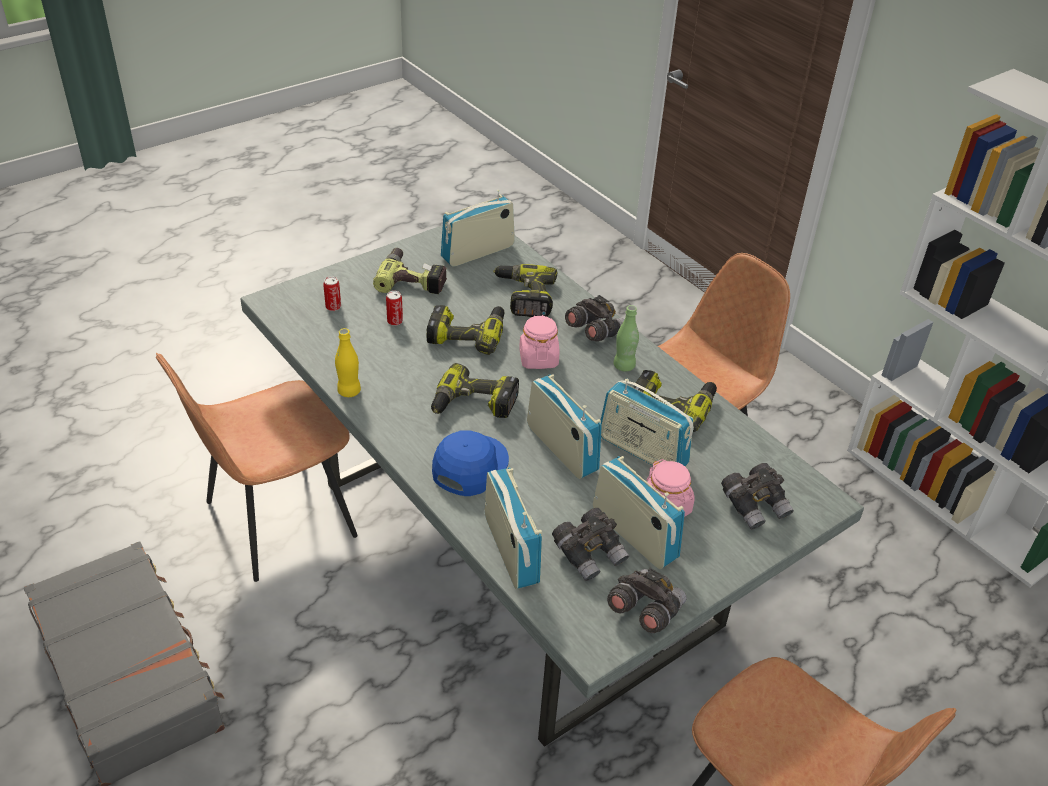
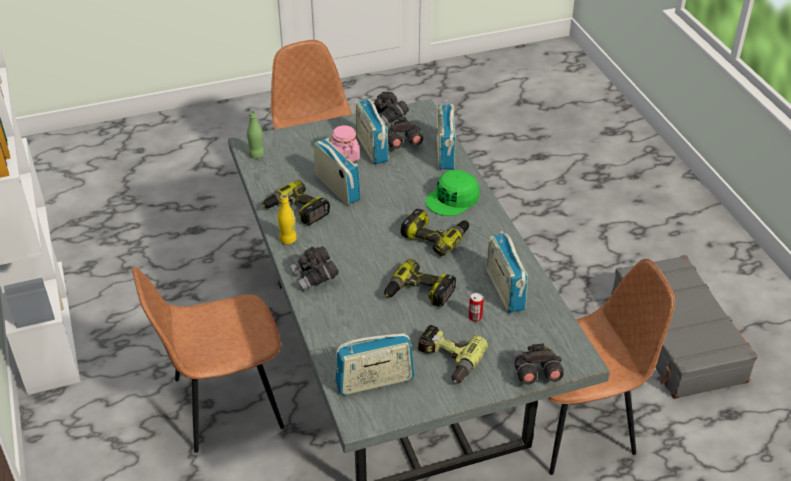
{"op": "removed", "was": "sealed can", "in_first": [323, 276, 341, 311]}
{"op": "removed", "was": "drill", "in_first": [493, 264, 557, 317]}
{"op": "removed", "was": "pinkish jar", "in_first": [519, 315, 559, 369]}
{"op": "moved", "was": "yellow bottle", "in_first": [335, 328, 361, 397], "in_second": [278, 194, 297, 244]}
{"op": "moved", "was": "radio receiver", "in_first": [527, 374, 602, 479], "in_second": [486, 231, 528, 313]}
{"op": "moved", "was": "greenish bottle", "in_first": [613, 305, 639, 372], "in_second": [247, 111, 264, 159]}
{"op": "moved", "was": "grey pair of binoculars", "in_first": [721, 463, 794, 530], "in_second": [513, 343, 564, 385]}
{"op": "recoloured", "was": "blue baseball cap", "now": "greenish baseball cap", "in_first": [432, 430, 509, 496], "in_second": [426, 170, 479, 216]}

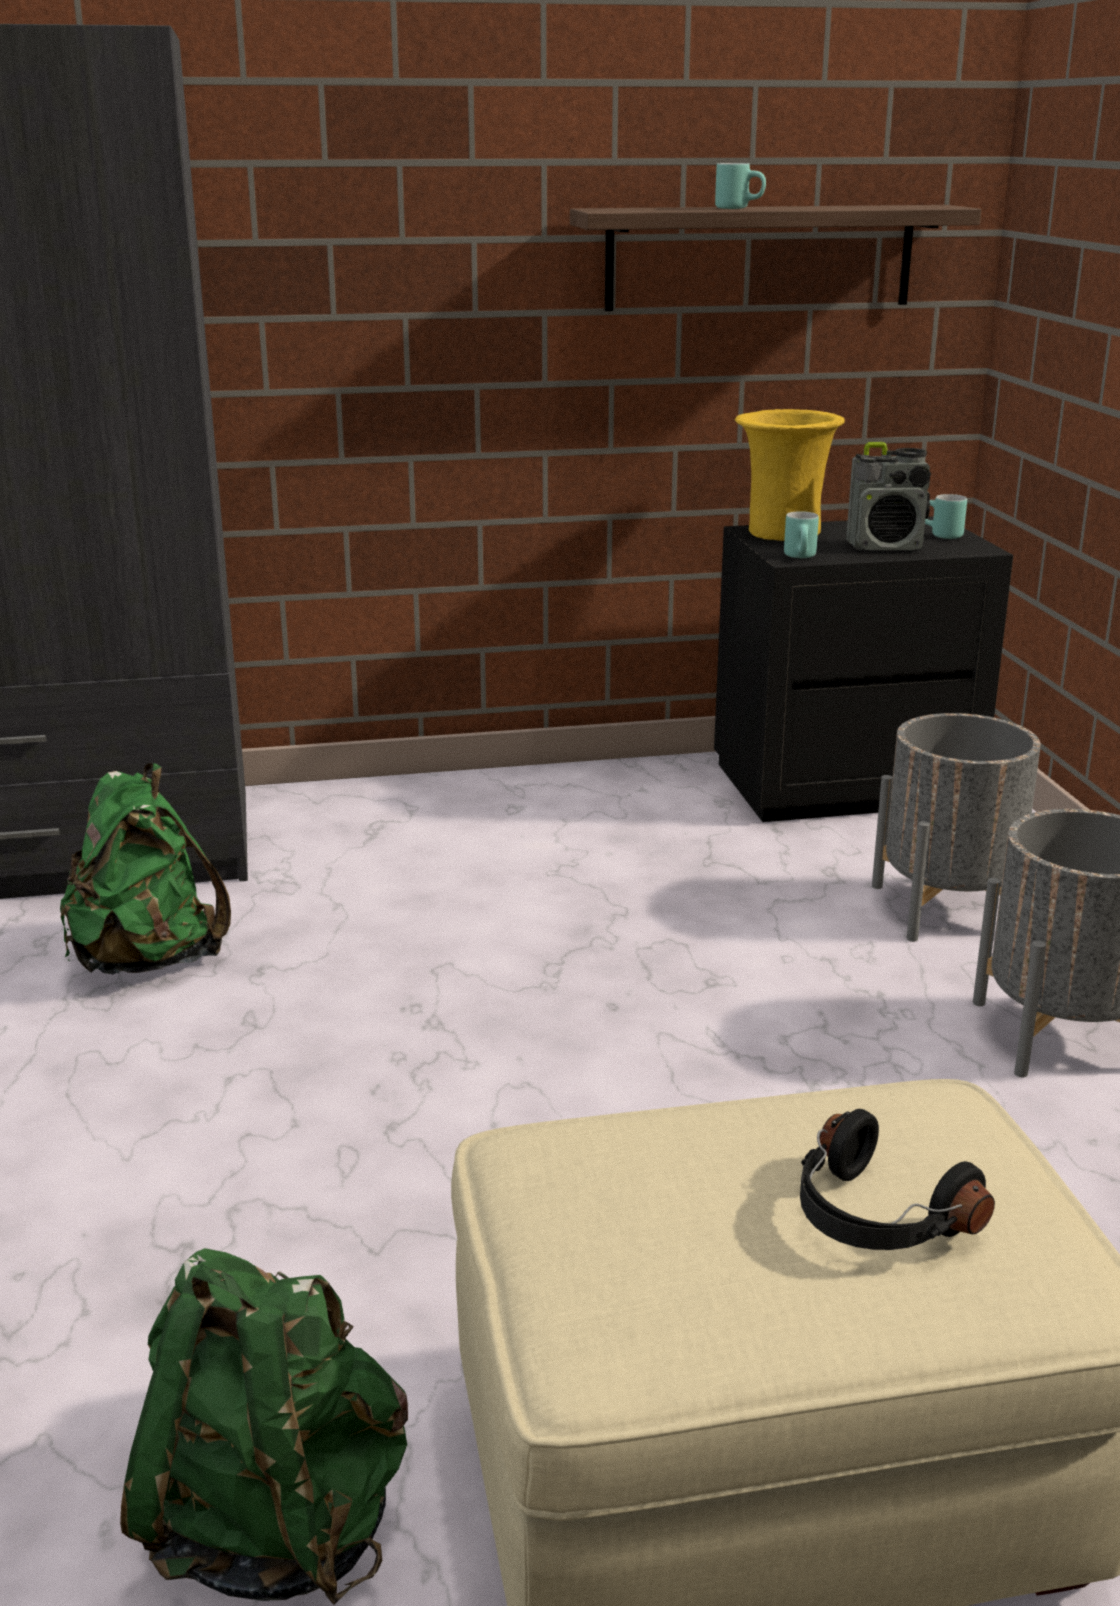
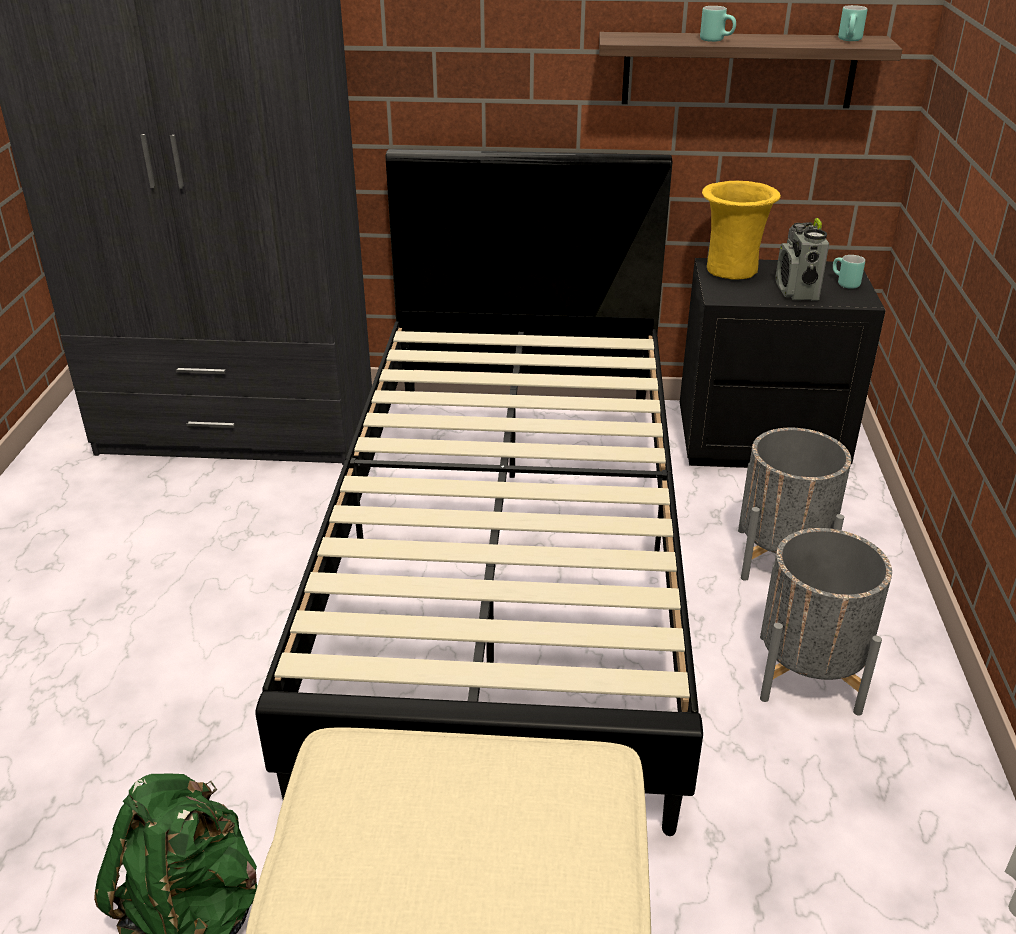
{"op": "removed", "was": "greenish rucksack", "in_first": [60, 763, 231, 975]}
{"op": "removed", "was": "black headphones", "in_first": [800, 1109, 995, 1250]}
{"op": "added", "now": "black sleeping bed", "in_second": [255, 149, 703, 836]}
{"op": "moved", "was": "turquoise tea mug", "in_first": [784, 511, 819, 558], "in_second": [838, 5, 867, 41]}
{"op": "turned", "was": "radio receiver", "in_first": [846, 442, 931, 550], "in_second": [776, 218, 829, 301], "clockwise": 75}

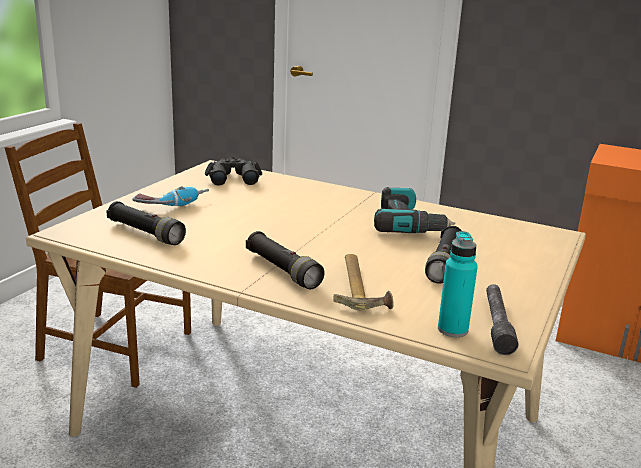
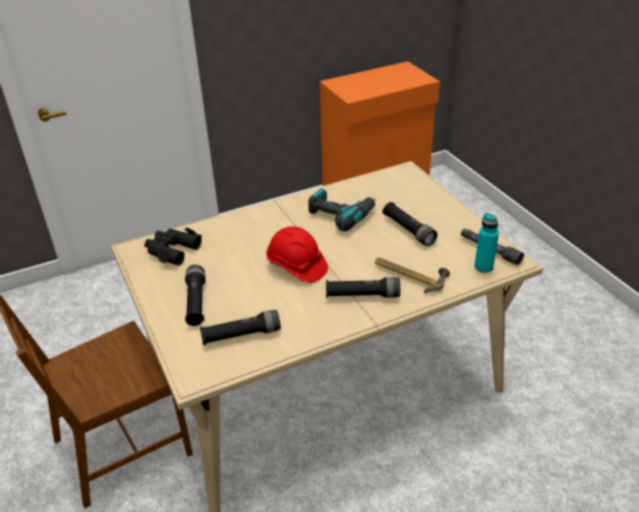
{"op": "added", "now": "reddish work helmet", "in_second": [266, 226, 328, 283]}
{"op": "replaced", "was": "drill", "now": "black torch", "in_first": [133, 186, 209, 207], "in_second": [185, 265, 206, 326]}

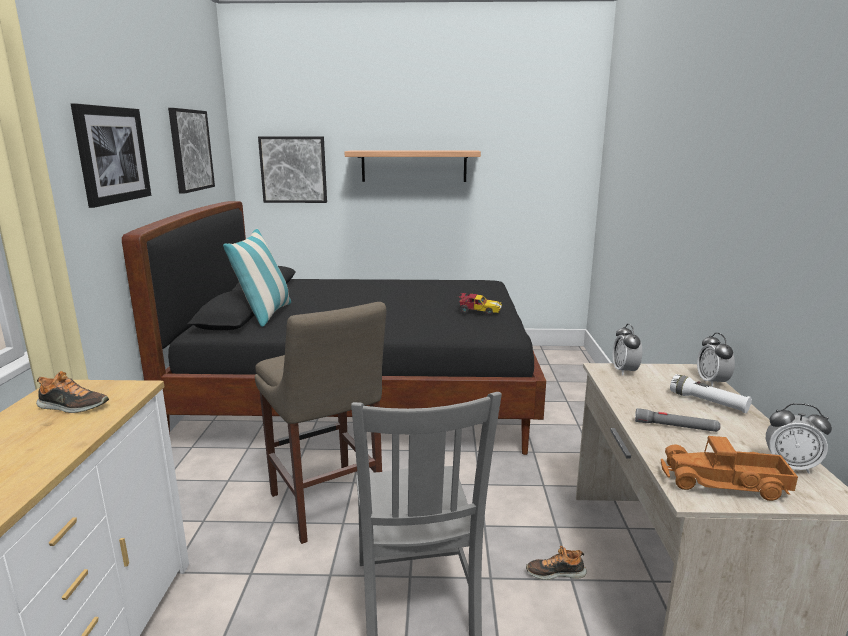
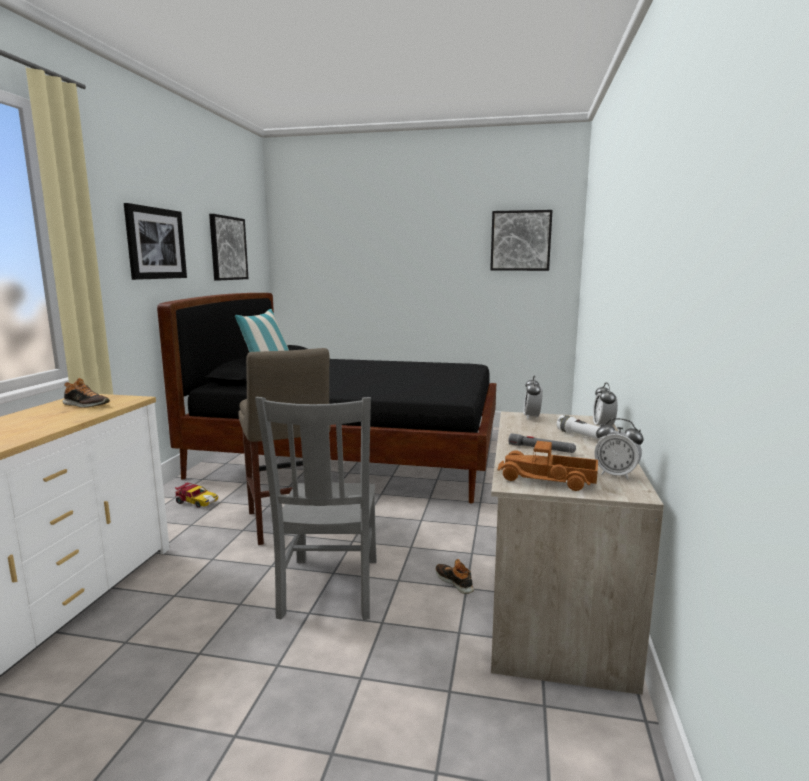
{"op": "removed", "was": "shelf", "in_first": [344, 150, 481, 182]}
{"op": "moved", "was": "wall picture", "in_first": [258, 136, 327, 203], "in_second": [490, 210, 553, 271]}
{"op": "moved", "was": "miniature car", "in_first": [457, 293, 502, 315], "in_second": [175, 483, 218, 508]}
{"op": "turned", "was": "item of footwear", "in_first": [526, 546, 587, 580], "in_second": [435, 559, 474, 594], "clockwise": 45}

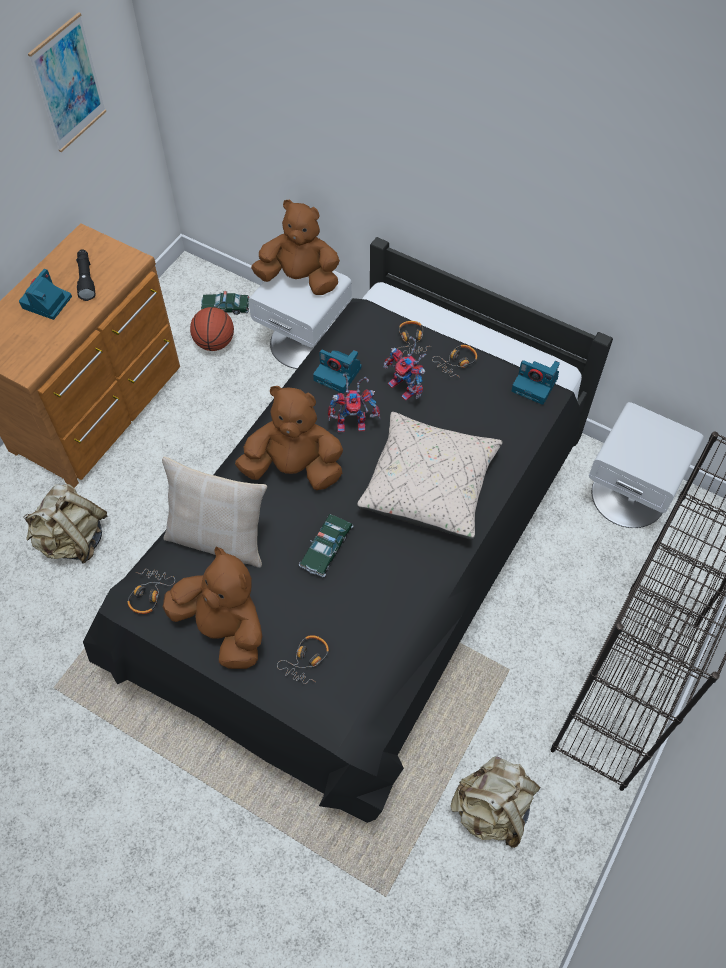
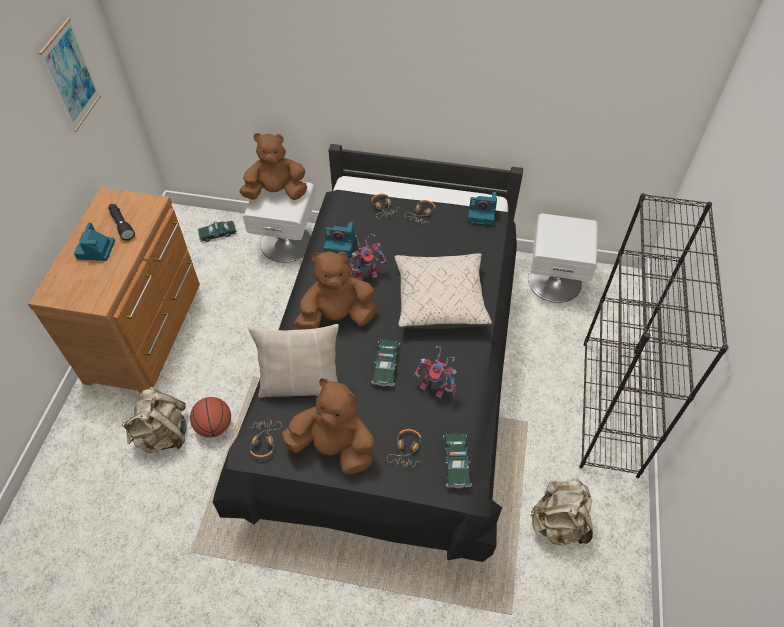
{"op": "added", "now": "miniature car", "in_second": [443, 434, 472, 488]}
{"op": "moved", "was": "ball for basketball", "in_first": [190, 307, 234, 351], "in_second": [190, 397, 231, 437]}
{"op": "moved", "was": "toy robot", "in_first": [383, 336, 427, 401], "in_second": [414, 346, 457, 398]}

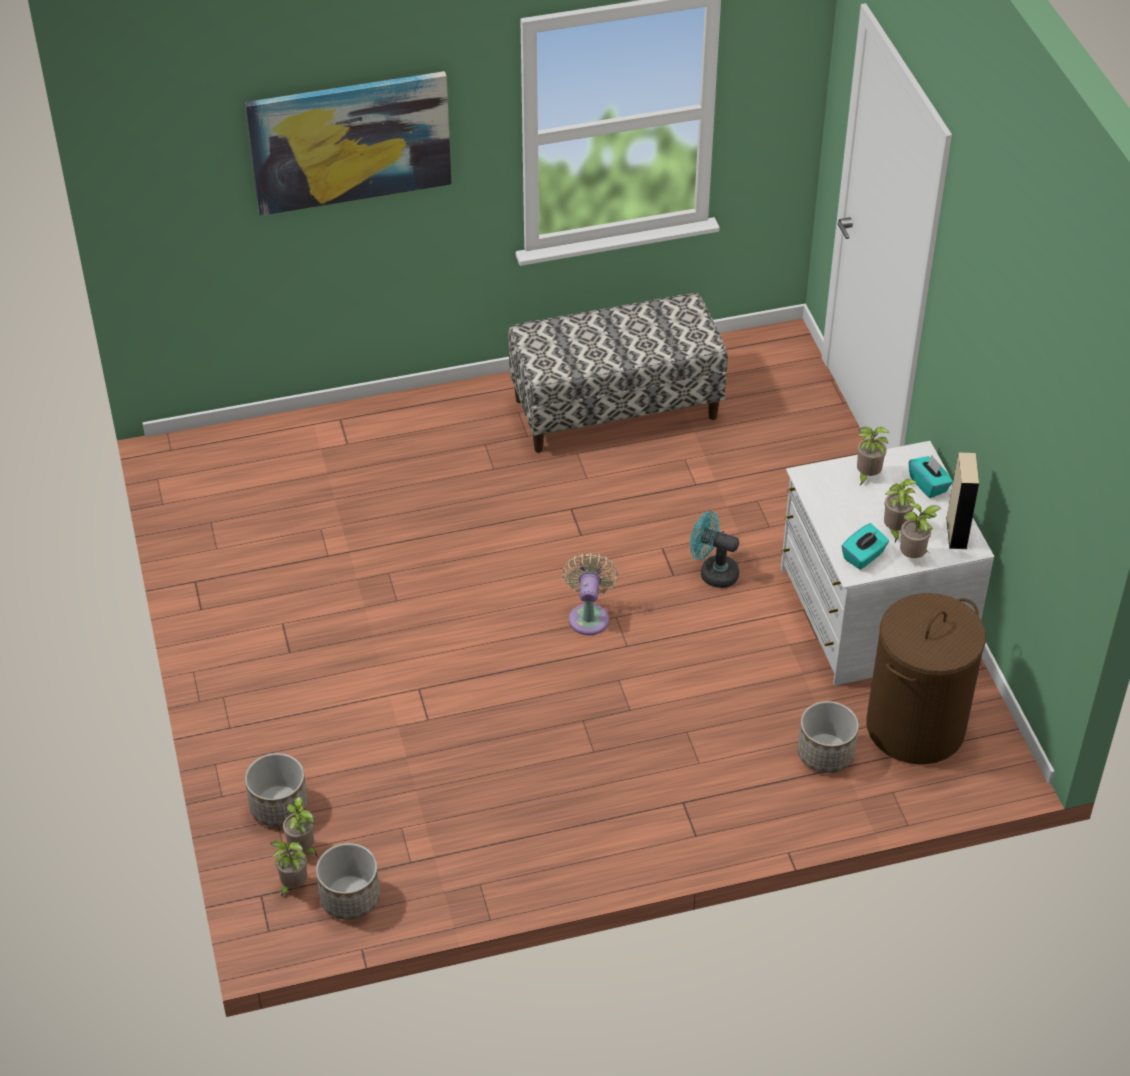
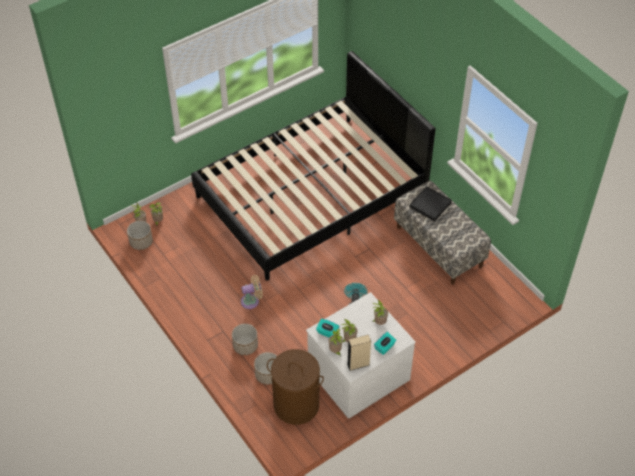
{"op": "removed", "was": "wall picture", "in_first": [245, 71, 452, 216]}
{"op": "added", "now": "black sleeping bed", "in_second": [191, 51, 436, 281]}
{"op": "added", "now": "black serving tray", "in_second": [409, 186, 452, 222]}
{"op": "moved", "was": "planter", "in_first": [245, 753, 308, 827], "in_second": [232, 324, 258, 355]}
{"op": "moved", "was": "beige electric fan", "in_first": [563, 553, 618, 635], "in_second": [241, 275, 263, 309]}

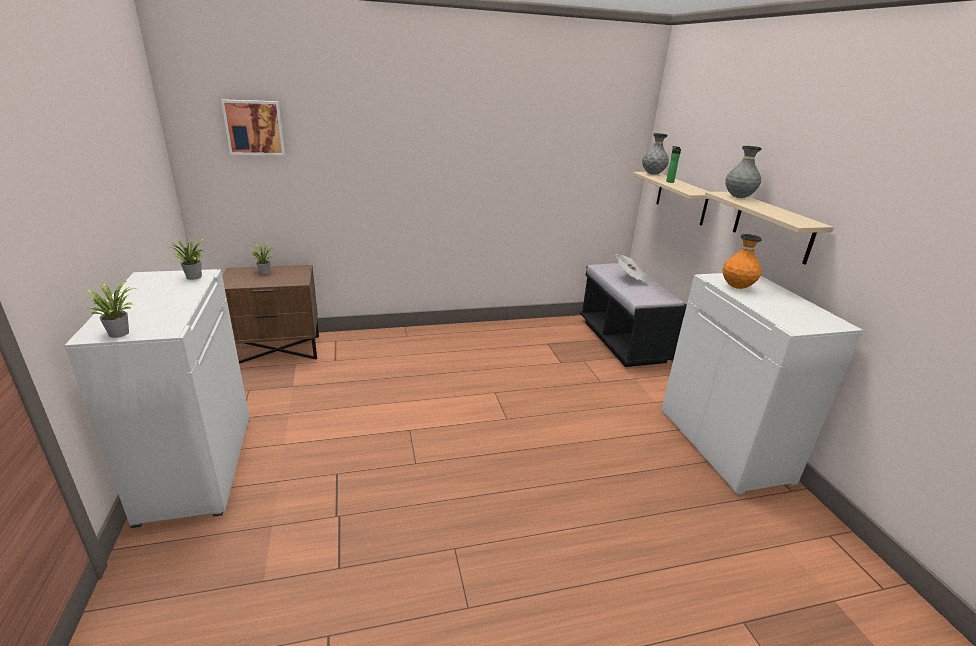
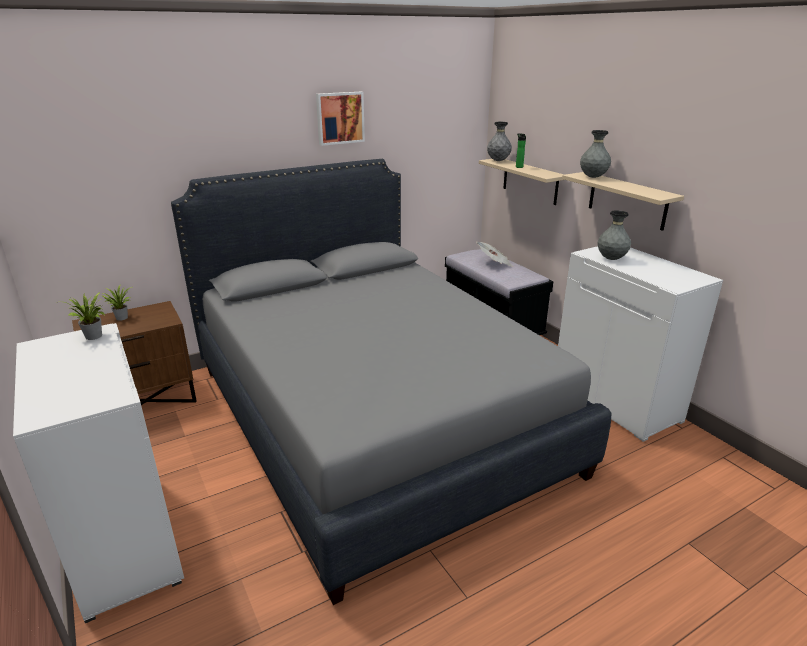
{"op": "removed", "was": "plant in a pot", "in_first": [83, 281, 136, 338]}
{"op": "added", "now": "grey sleeping bed", "in_second": [171, 159, 611, 605]}
{"op": "moved", "was": "wall picture", "in_first": [221, 99, 285, 155], "in_second": [316, 92, 365, 146]}
{"op": "recoloured", "was": "orange vase", "now": "grey vase", "in_first": [723, 234, 762, 289], "in_second": [598, 210, 631, 260]}

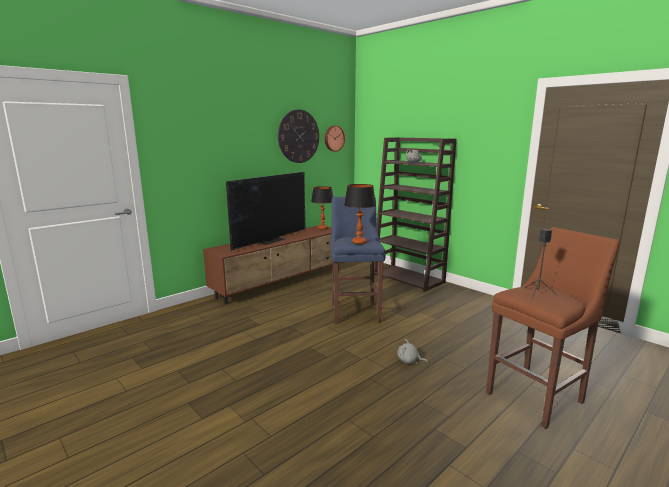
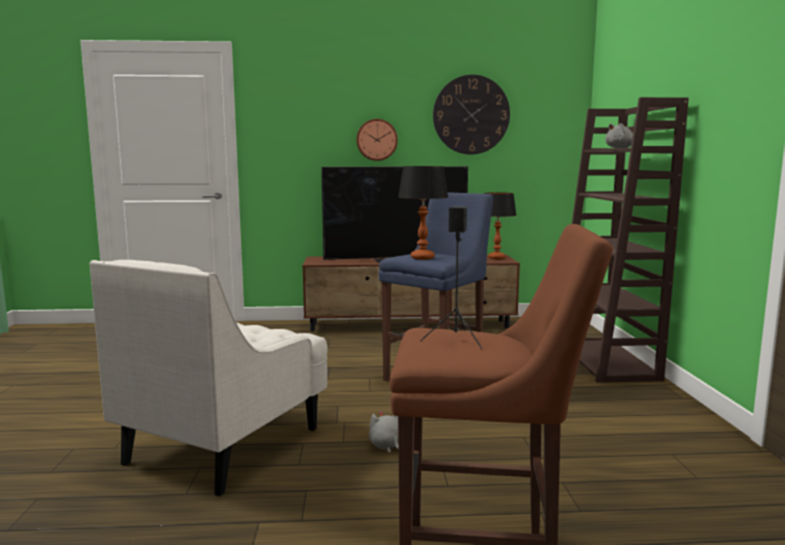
{"op": "added", "now": "whitish lounge chair", "in_second": [90, 260, 328, 496]}
{"op": "moved", "was": "wall clock", "in_first": [325, 126, 345, 152], "in_second": [357, 119, 398, 161]}

